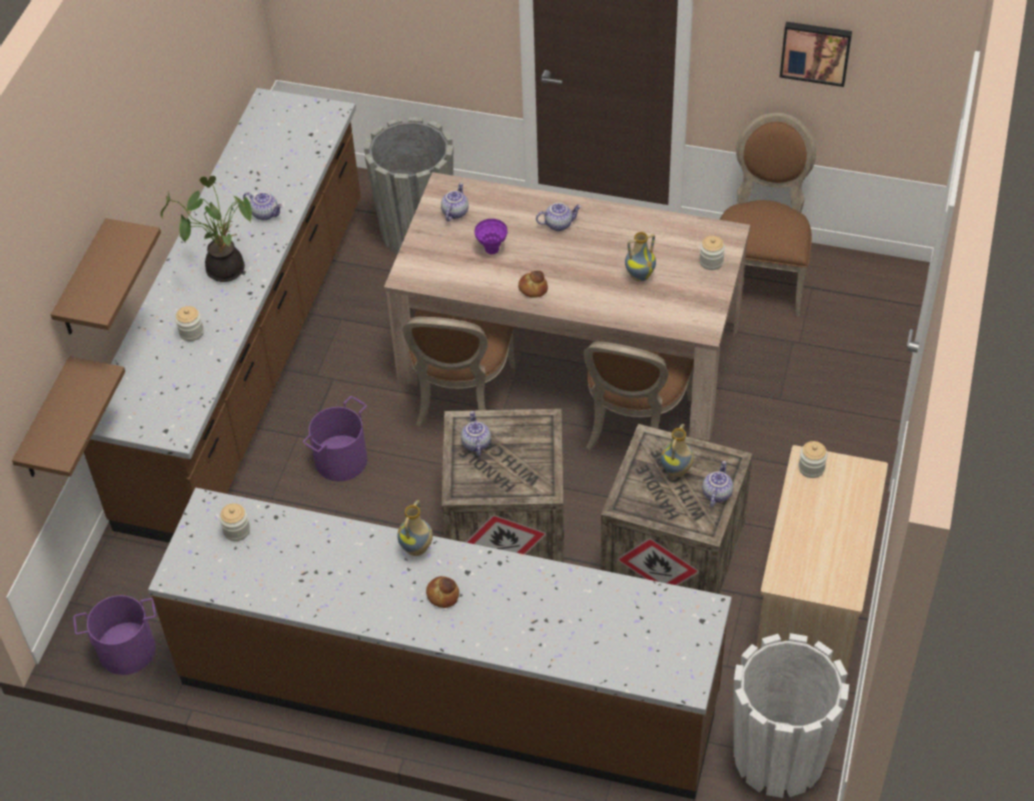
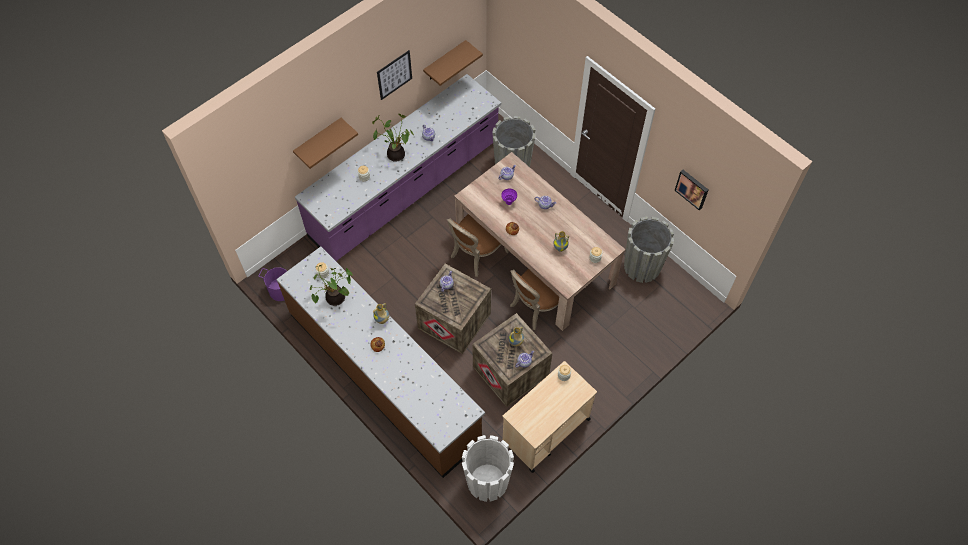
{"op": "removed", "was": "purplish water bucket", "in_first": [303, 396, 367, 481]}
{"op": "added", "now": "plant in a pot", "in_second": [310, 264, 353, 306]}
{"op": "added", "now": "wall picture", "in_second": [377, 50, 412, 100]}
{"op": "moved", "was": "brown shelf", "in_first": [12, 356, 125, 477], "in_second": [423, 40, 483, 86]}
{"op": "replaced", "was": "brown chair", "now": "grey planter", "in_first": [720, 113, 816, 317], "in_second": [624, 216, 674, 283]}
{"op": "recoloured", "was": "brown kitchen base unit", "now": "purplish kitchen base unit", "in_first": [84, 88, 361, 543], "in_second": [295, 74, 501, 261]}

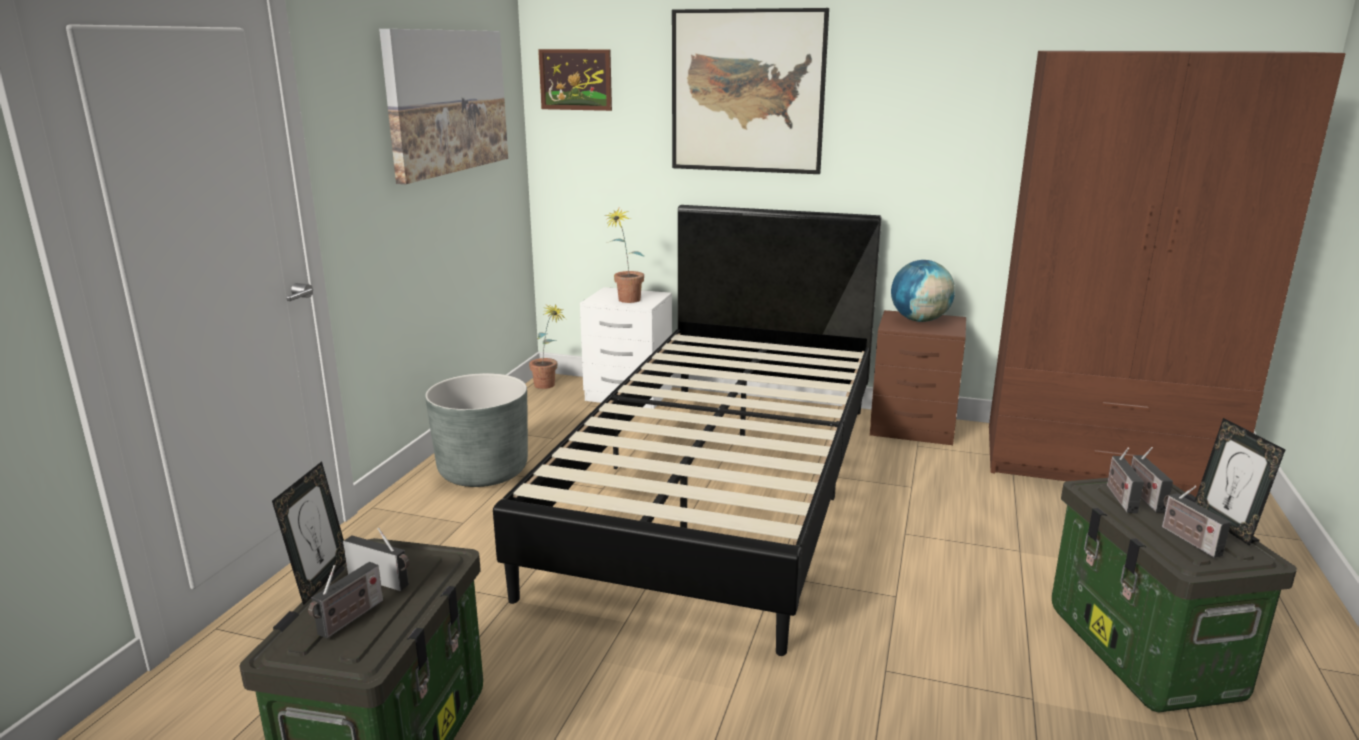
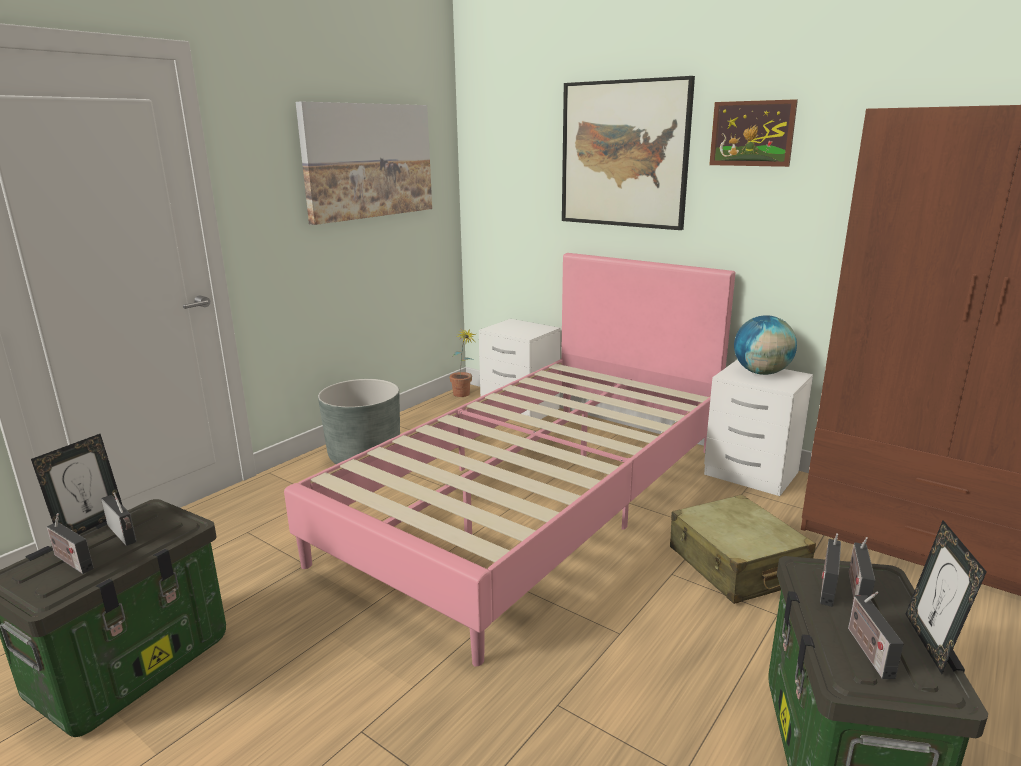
{"op": "removed", "was": "plant in a pot", "in_first": [606, 208, 645, 303]}
{"op": "added", "now": "beige travel case", "in_second": [670, 494, 816, 604]}
{"op": "moved", "was": "wall picture", "in_first": [538, 49, 612, 111], "in_second": [709, 99, 798, 167]}
{"op": "recoloured", "was": "black sleeping bed", "now": "pinkish sleeping bed", "in_first": [493, 205, 881, 656], "in_second": [284, 253, 735, 667]}
{"op": "recoloured", "was": "brown bedside table", "now": "whitish bedside table", "in_first": [870, 310, 966, 445], "in_second": [704, 360, 813, 496]}
{"op": "turned", "was": "radio receiver", "in_first": [308, 562, 383, 638], "in_second": [47, 513, 94, 574], "clockwise": 75}

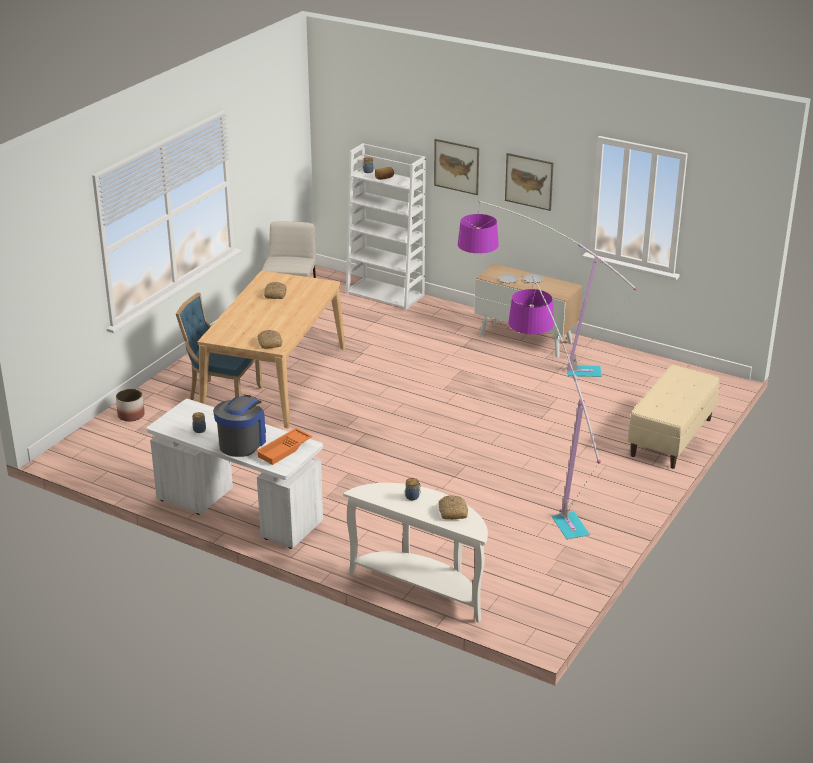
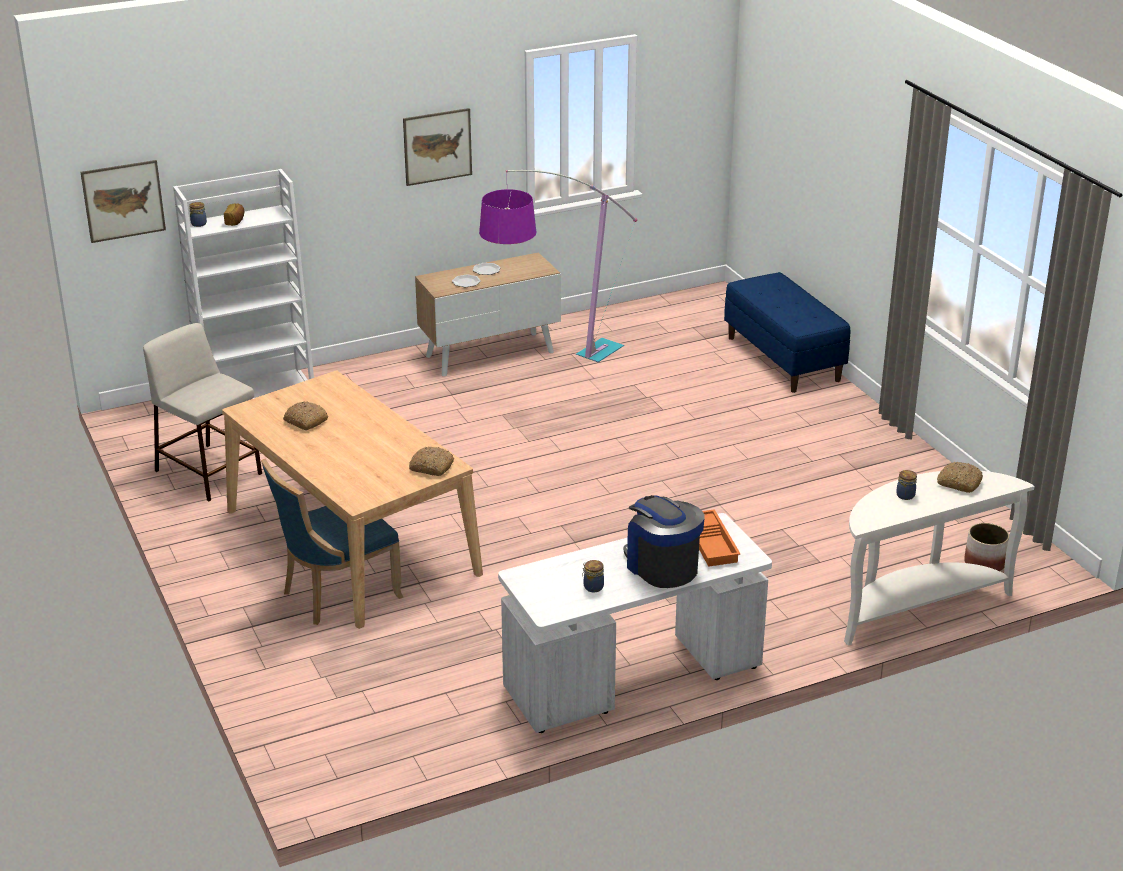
{"op": "removed", "was": "standing lamp", "in_first": [508, 276, 601, 539]}
{"op": "moved", "was": "planter", "in_first": [116, 389, 145, 422], "in_second": [964, 523, 1009, 571]}
{"op": "moved", "was": "wall picture", "in_first": [434, 139, 479, 195], "in_second": [80, 160, 166, 243]}
{"op": "recoloured", "was": "beige bench", "now": "blue bench", "in_first": [628, 365, 719, 469], "in_second": [724, 272, 850, 393]}

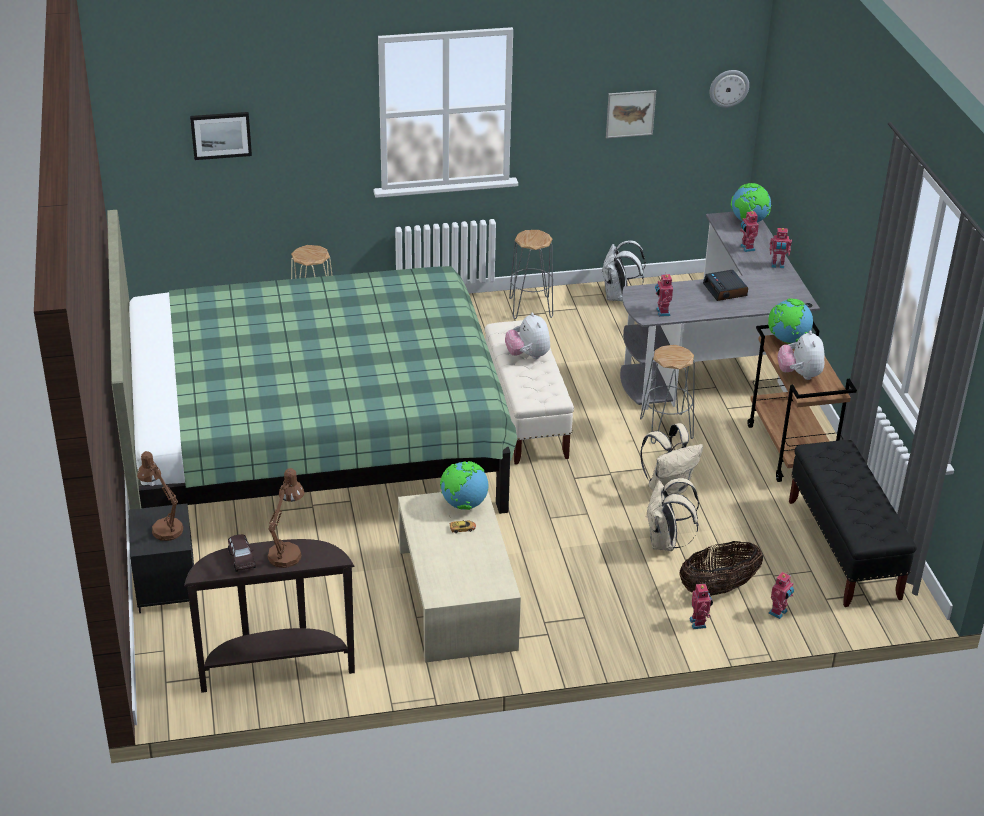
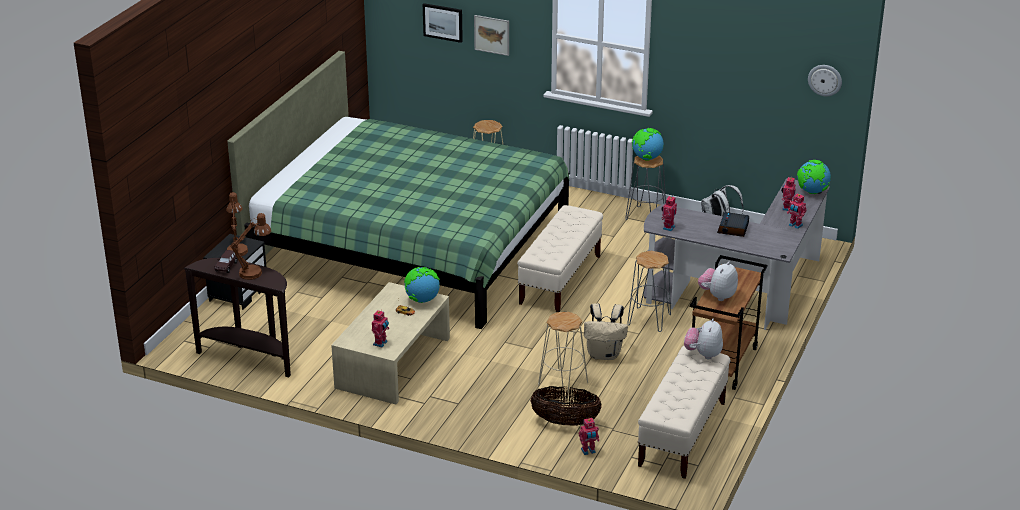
{"op": "moved", "was": "soft toy", "in_first": [505, 312, 550, 359], "in_second": [684, 318, 723, 360]}
{"op": "moved", "was": "wall picture", "in_first": [606, 90, 656, 138], "in_second": [474, 15, 509, 56]}
{"op": "moved", "was": "toy robot", "in_first": [689, 582, 713, 629], "in_second": [372, 310, 389, 348]}
{"op": "moved", "was": "desk globe", "in_first": [768, 298, 813, 344], "in_second": [632, 128, 664, 161]}
{"op": "replaced", "was": "beige rucksack", "now": "beige stool seat", "in_first": [646, 478, 699, 551], "in_second": [538, 312, 588, 399]}
{"op": "recoloured", "was": "black bench", "now": "beige bench", "in_first": [789, 440, 917, 607], "in_second": [638, 346, 730, 479]}

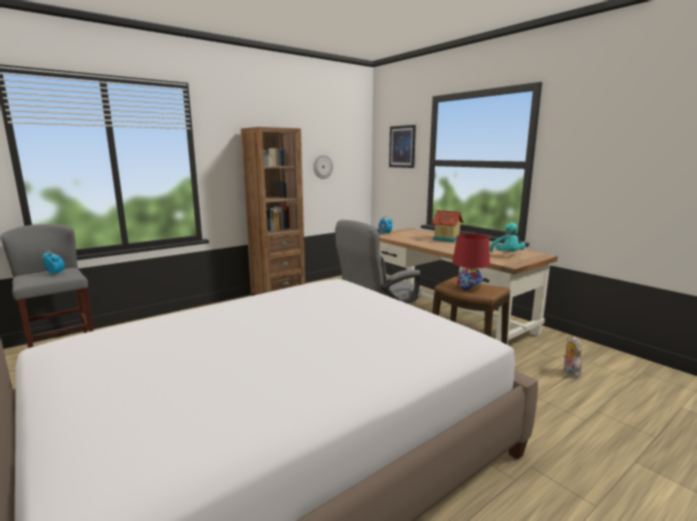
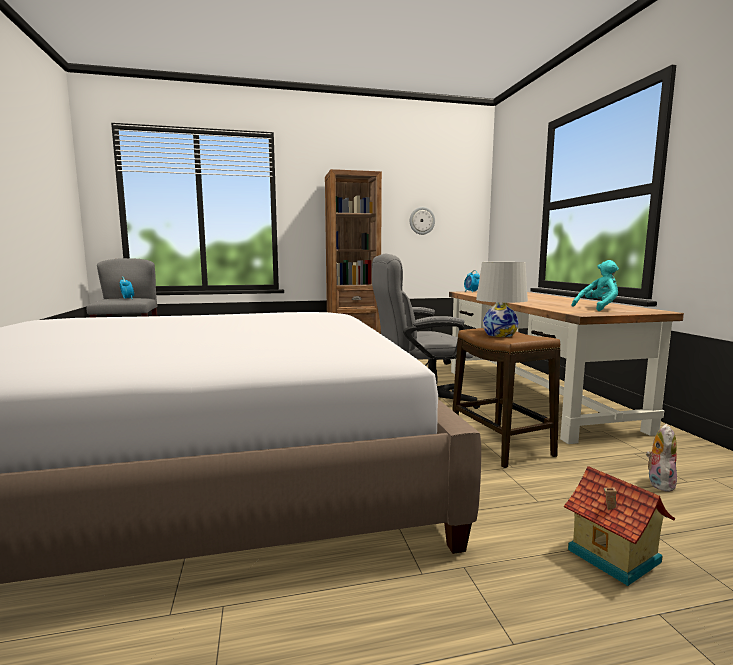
{"op": "removed", "was": "wall picture", "in_first": [389, 125, 416, 168]}
{"op": "moved", "was": "model house", "in_first": [431, 210, 464, 242], "in_second": [564, 466, 675, 586]}
{"op": "recoloured", "was": "reddish tabletop lamp", "now": "whitish tabletop lamp", "in_first": [452, 233, 490, 291], "in_second": [476, 262, 528, 337]}
{"op": "turned", "was": "turquoise soft toy", "in_first": [490, 223, 525, 252], "in_second": [572, 260, 619, 311], "clockwise": -135}

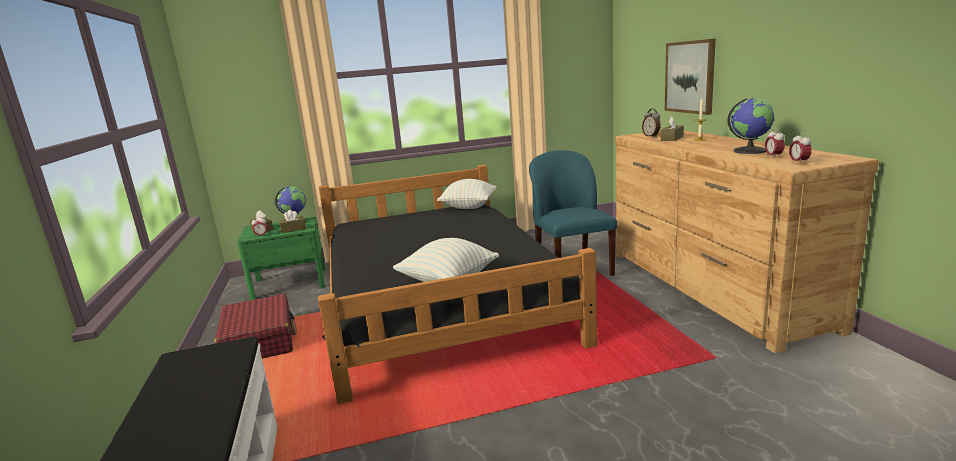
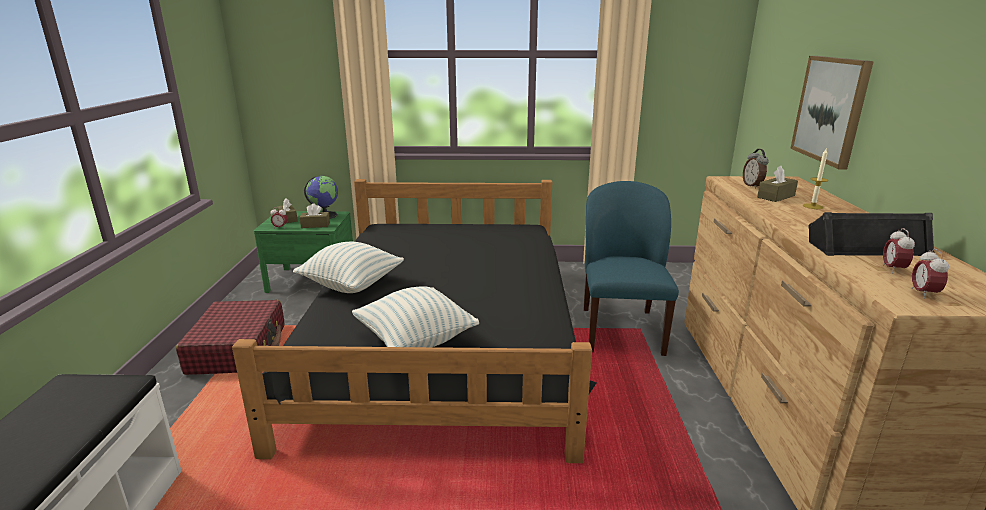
{"op": "moved", "was": "throw pillow", "in_first": [437, 179, 497, 209], "in_second": [293, 242, 404, 293]}
{"op": "replaced", "was": "desk globe", "now": "black loudspeaker", "in_first": [727, 98, 774, 154], "in_second": [808, 212, 934, 256]}

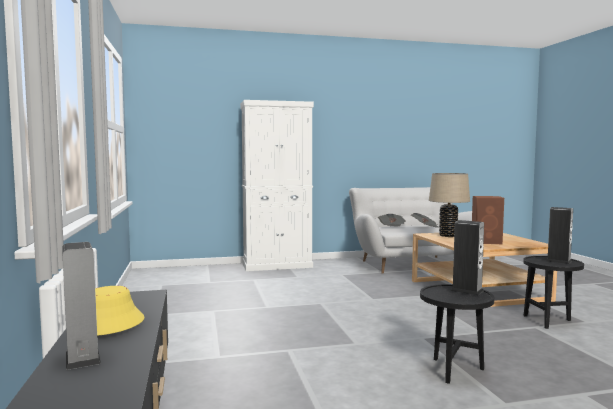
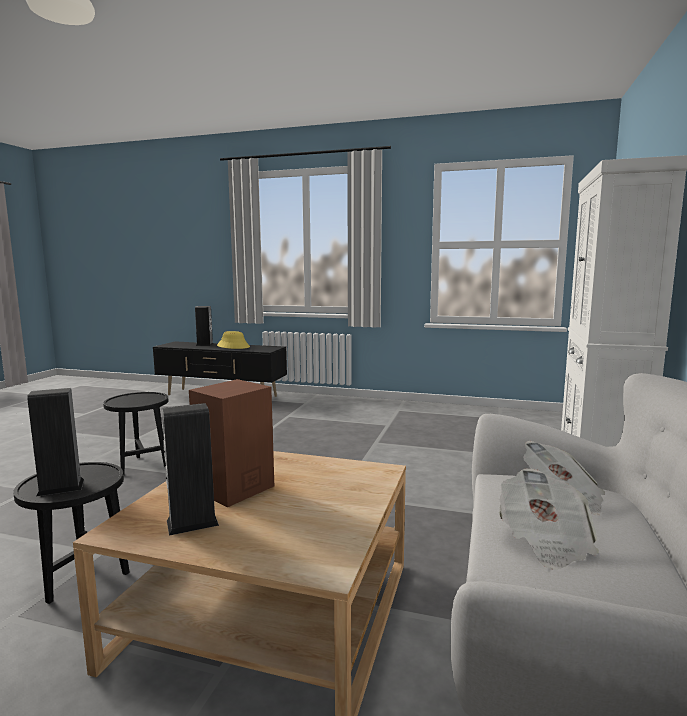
{"op": "removed", "was": "beige tabletop lamp", "in_first": [429, 173, 470, 237]}
{"op": "moved", "was": "loudspeaker", "in_first": [450, 220, 484, 295], "in_second": [162, 403, 219, 536]}

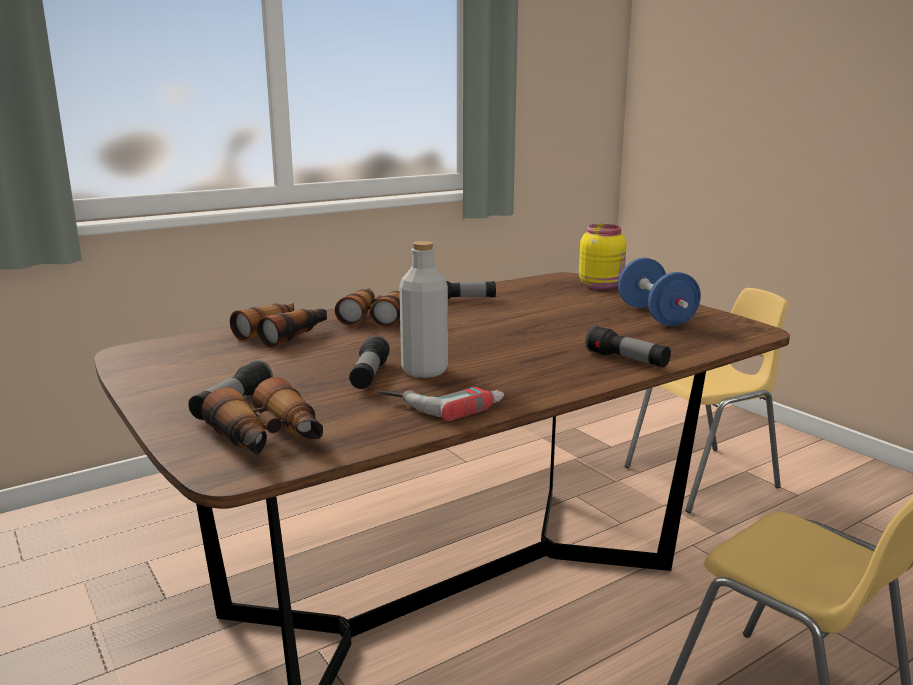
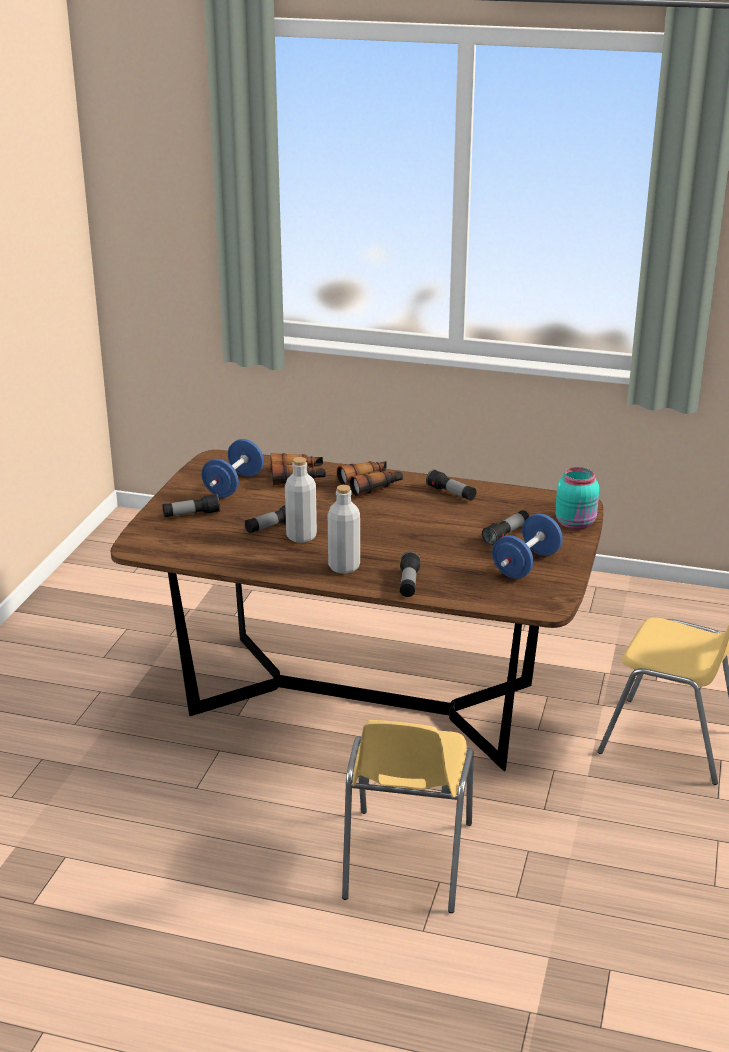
{"op": "removed", "was": "pair of binoculars", "in_first": [201, 377, 323, 455]}
{"op": "removed", "was": "drill", "in_first": [378, 387, 504, 422]}
{"op": "added", "now": "blue hand weight", "in_second": [201, 439, 264, 497]}
{"op": "added", "now": "grey bottle", "in_second": [328, 485, 360, 574]}
{"op": "added", "now": "torch", "in_second": [482, 510, 529, 545]}
{"op": "recoloured", "was": "yellow jar", "now": "turquoise jar", "in_first": [579, 224, 626, 290], "in_second": [555, 467, 599, 530]}

